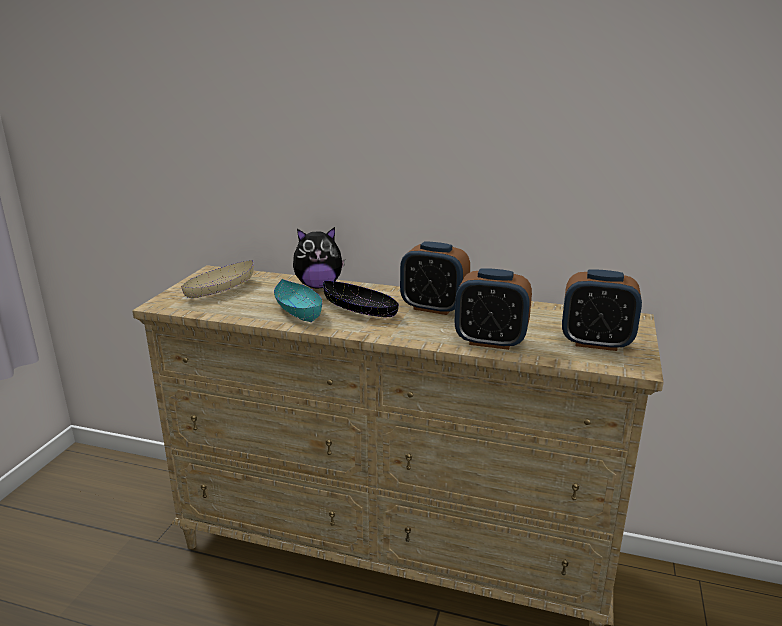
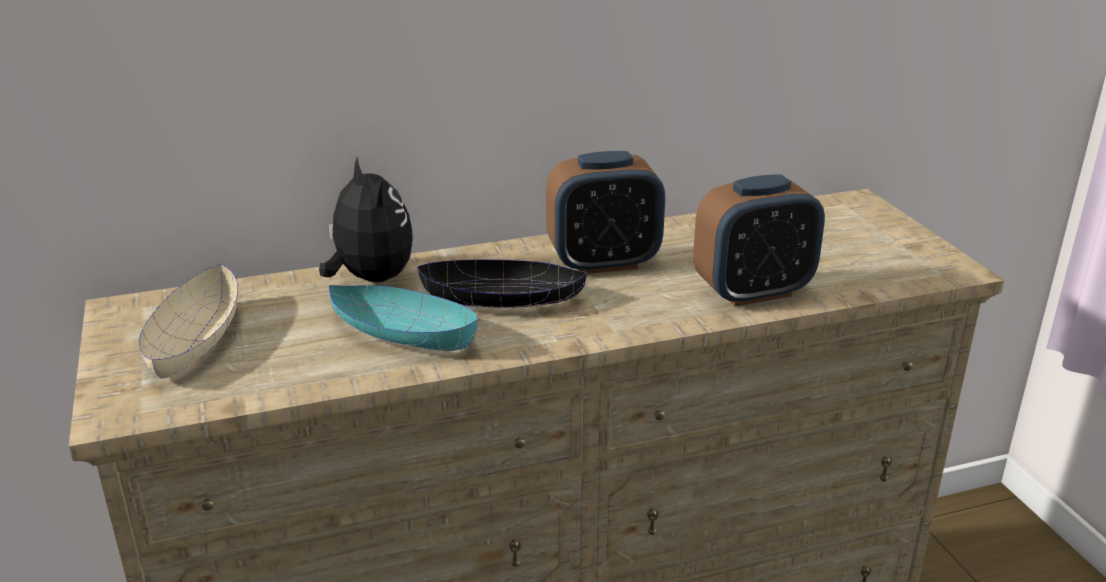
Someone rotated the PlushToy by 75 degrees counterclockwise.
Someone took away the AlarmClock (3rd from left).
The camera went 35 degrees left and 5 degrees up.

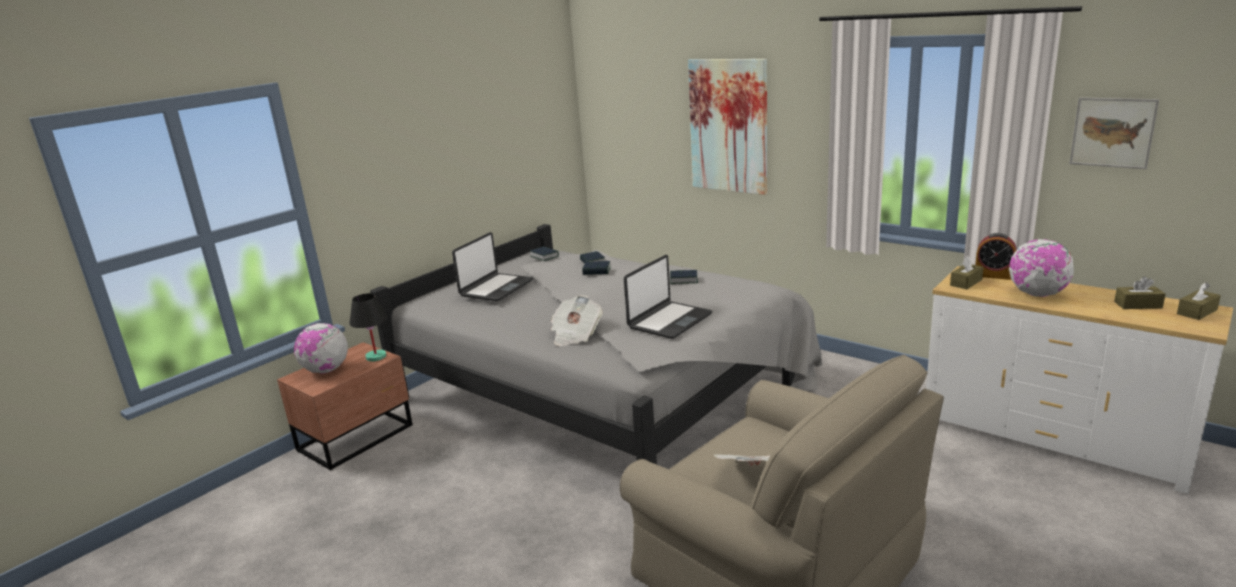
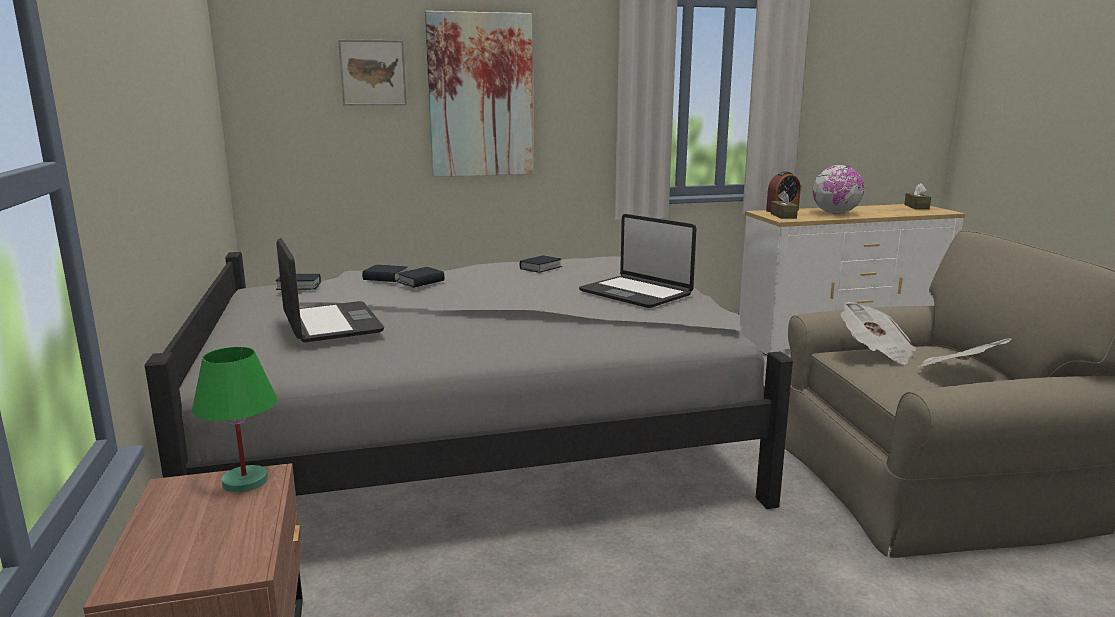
Someone took away the Globe (1st from left).
Someone repainted the BlackTableLamp, which became the GreenTableLamp.
Someone carried the Newspaper (1st from left).
Someone rotated the Laptop (2nd from left) by 150 degrees clockwise.
Someone carried the Picture (2nd from left in the first image).
Someone took away the BrownTissueBox (2nd from left).
The camera went 55 degrees left and 5 degrees down.

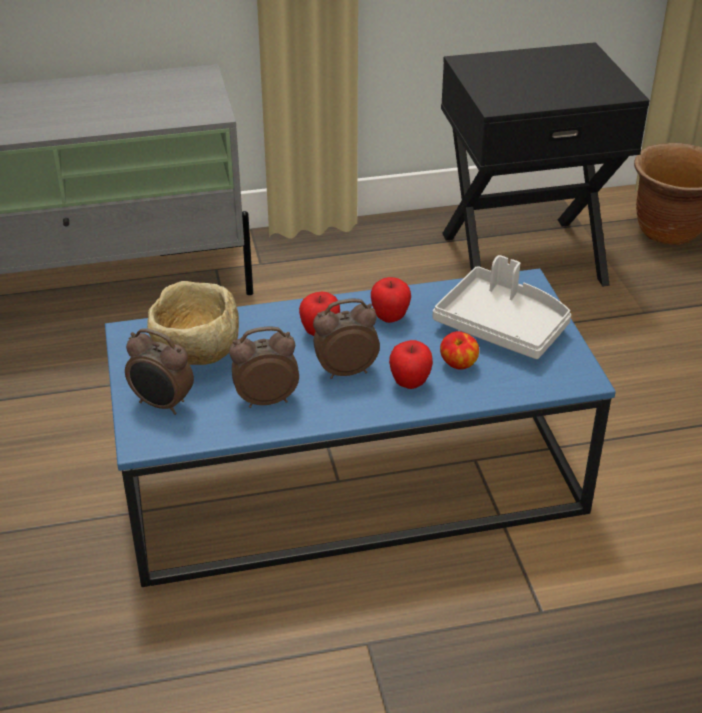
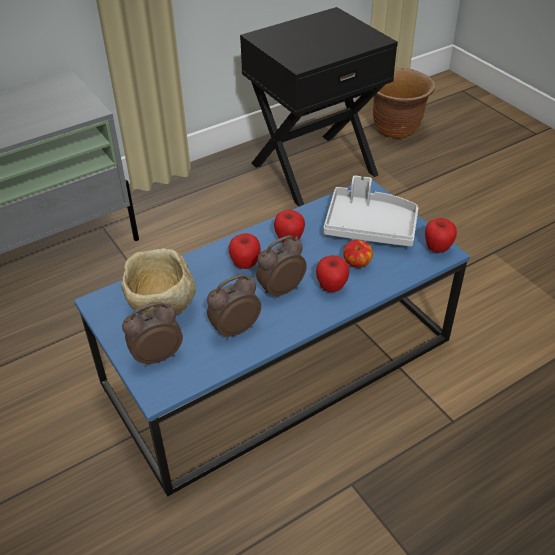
Someone rotated the AlarmClock (1st from left) by 150 degrees clockwise.
Someone put down the Apple (5th from left).
The camera went 20 degrees left and 5 degrees up.

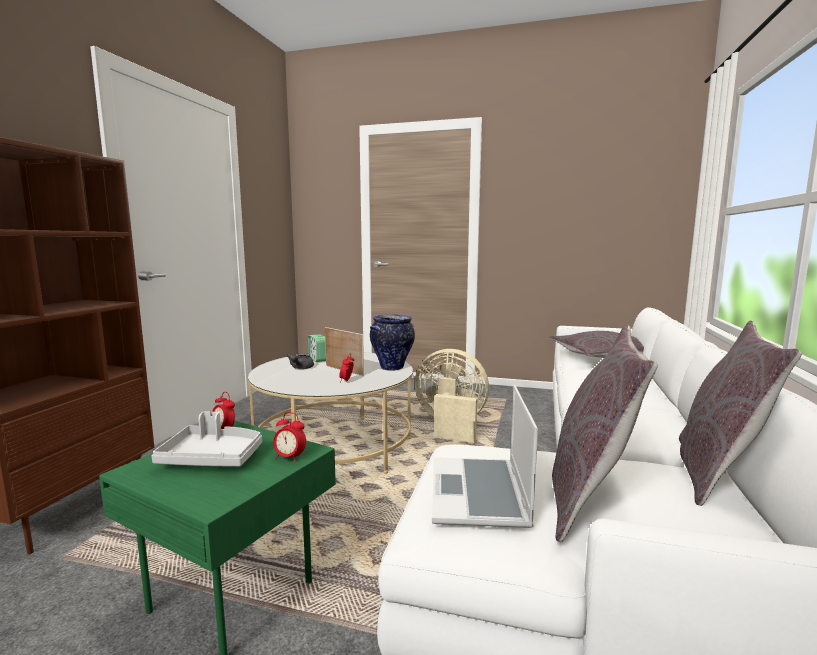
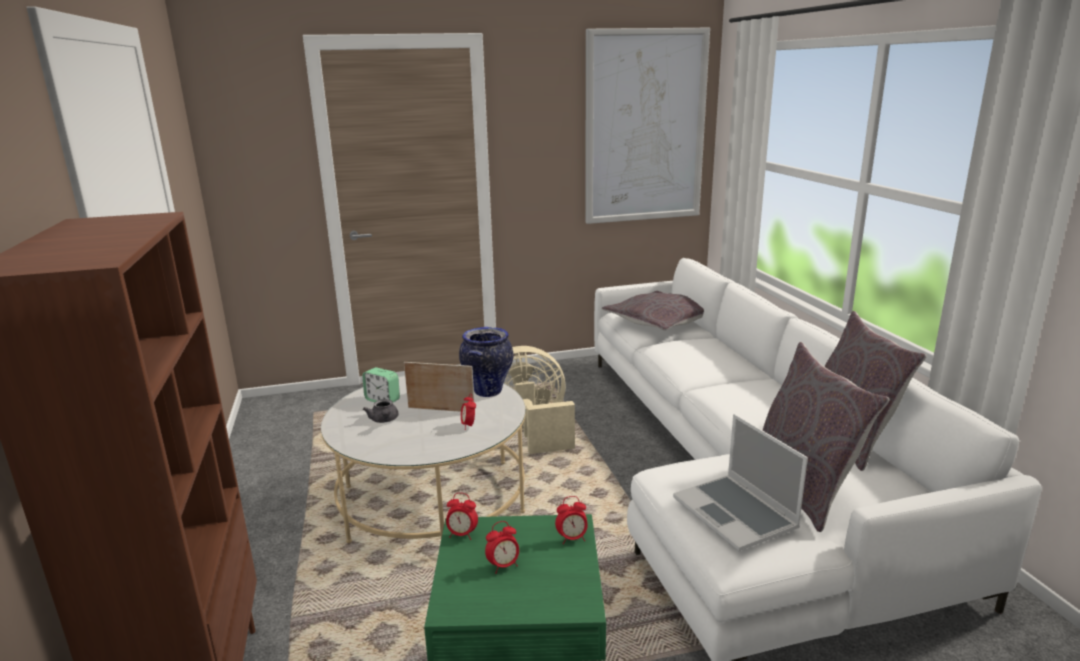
Someone swapped the GreyTray for the AlarmClock (4th from left).
Someone put up the Picture.
The camera went 30 degrees left and 10 degrees up.

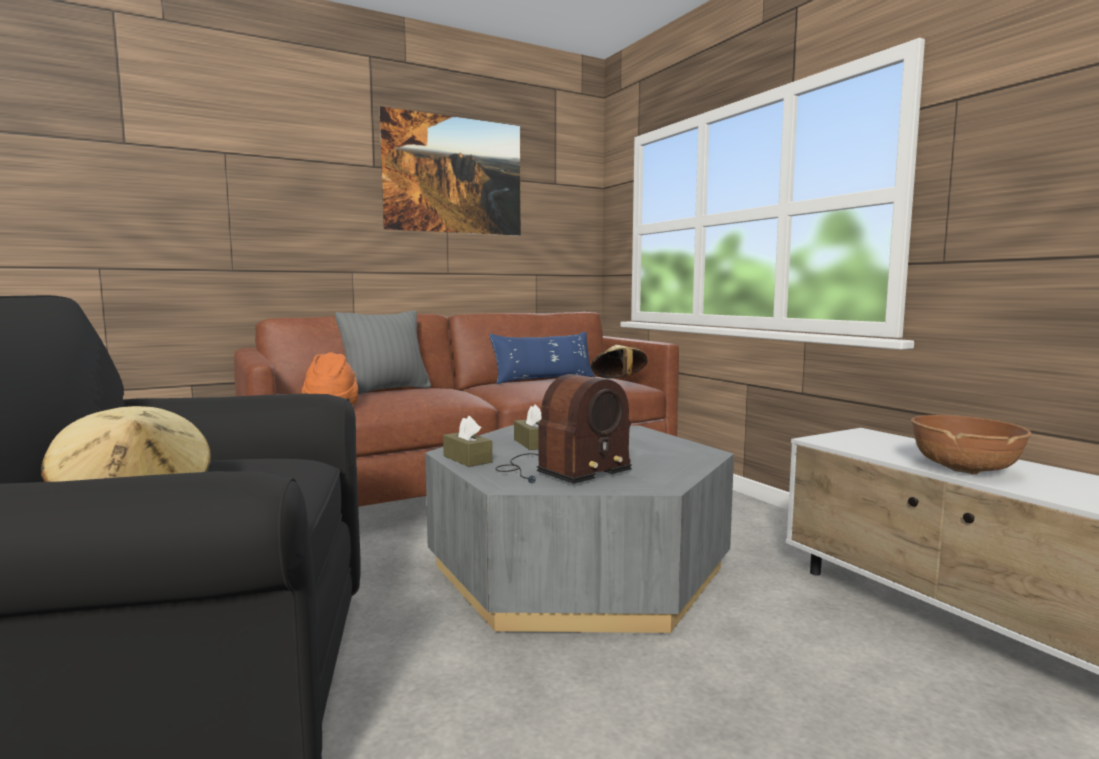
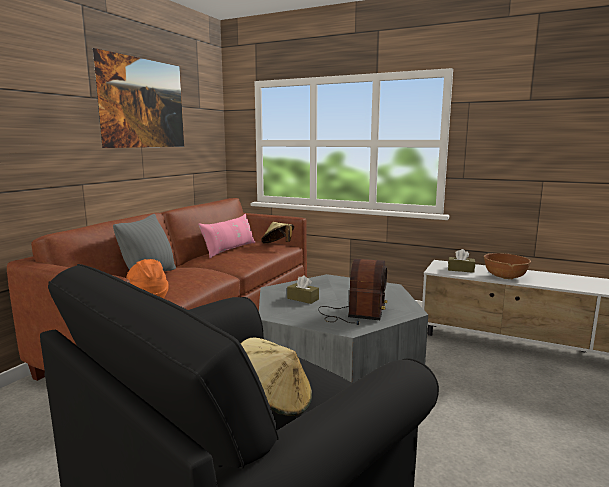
Someone carried the BrownTissueBox (1st from left in the first image).
Someone repainted the BluePillow, which became the PinkPillow.
The camera went 35 degrees left and 5 degrees up.

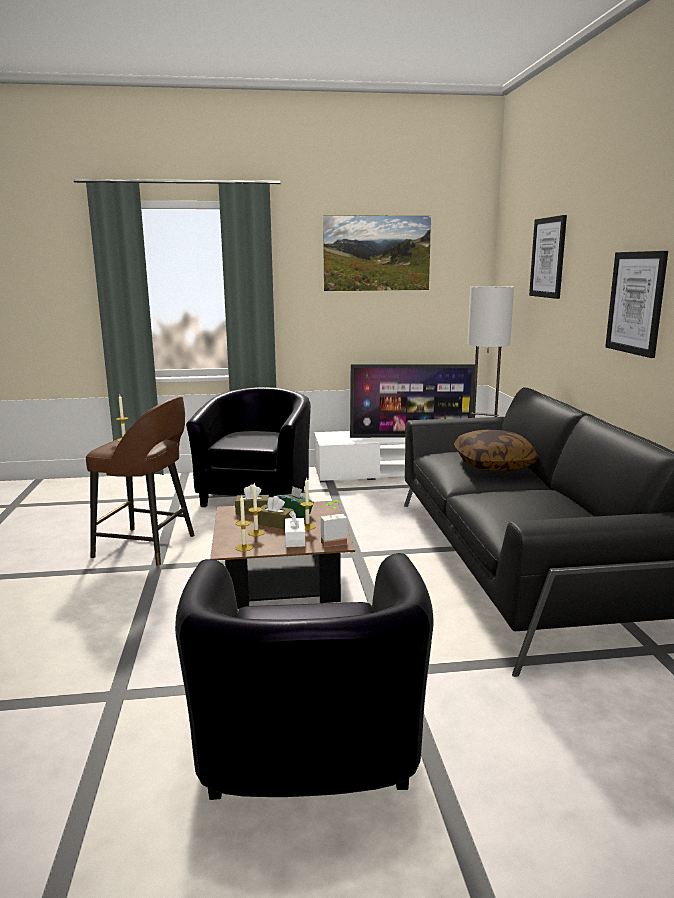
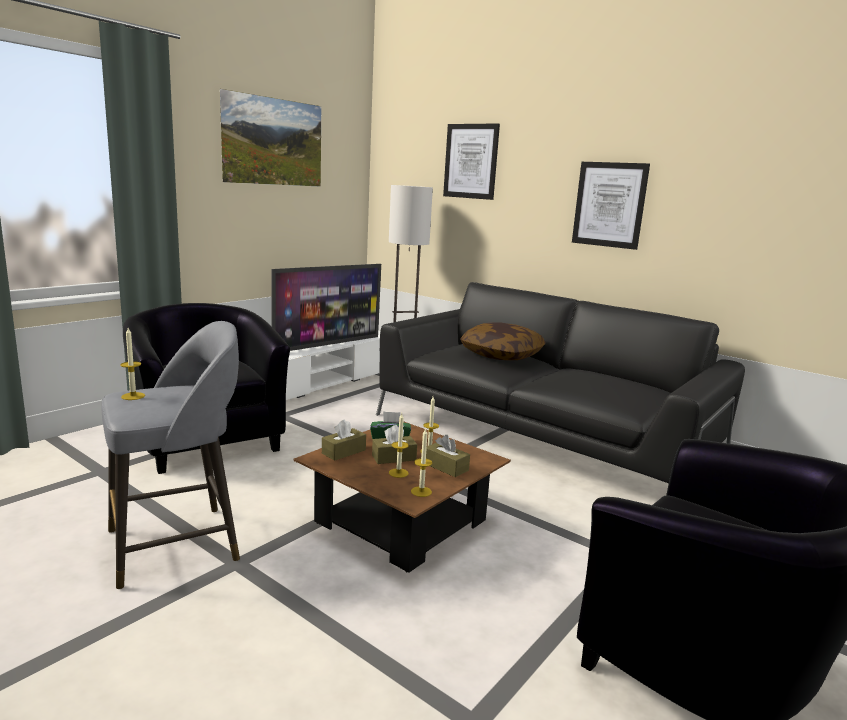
Someone repainted the BrownStool, which became the GreyStool.
Someone repainted the WhiteTissueBox, which became the BrownTissueBox (3rd from left).
Someone took away the PottedPlant.
The camera went 45 degrees left and 0 degrees up.

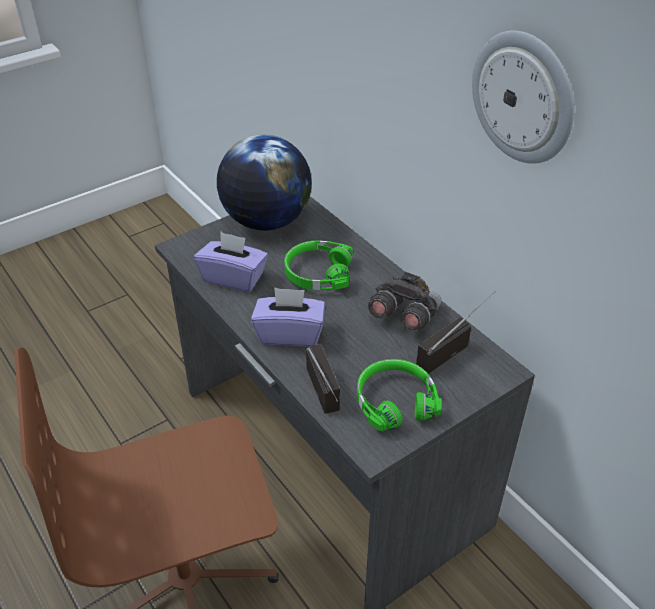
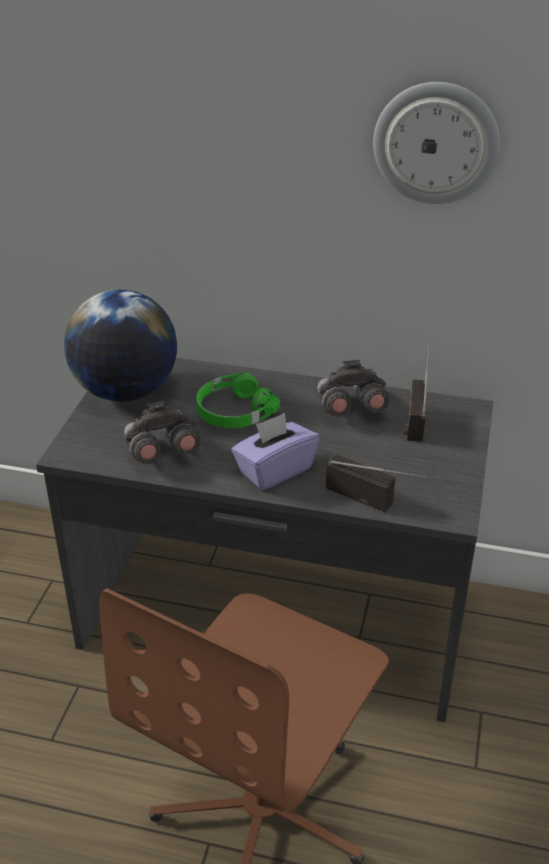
Someone swapped the PurpleTissueBox (1st from left) for the GreyBinoculars (1st from left).
Someone took away the GreenHeadphones (2nd from left).
The camera went 40 degrees left and 5 degrees down.

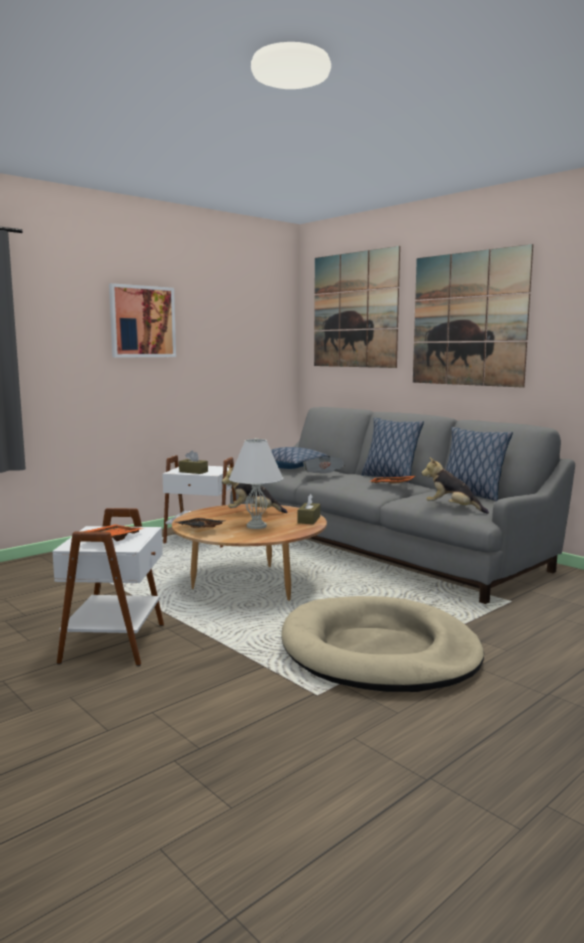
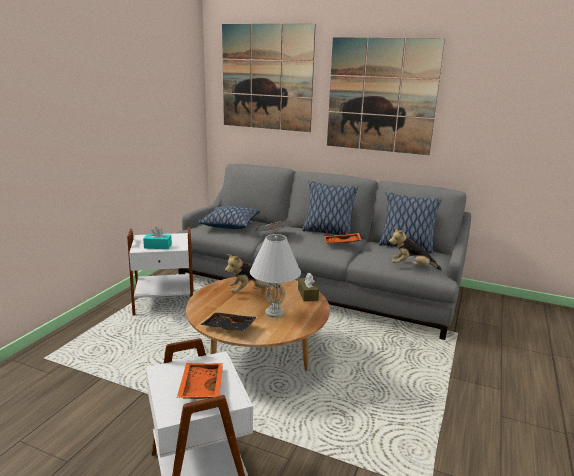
Someone took away the Picture (1st from left).
Someone repainted the BrownTissueBox (1st from left), which became the TurquoiseTissueBox.
Someone took away the BeigeDogBed.
The camera went 25 degrees left and 10 degrees up.

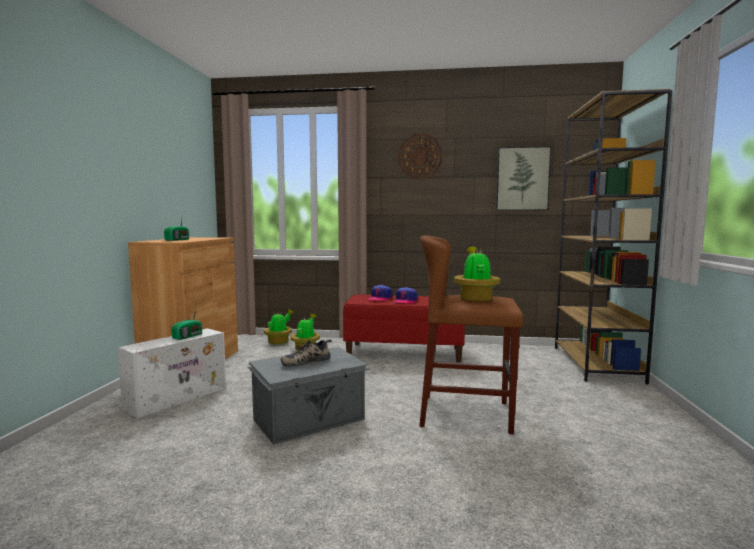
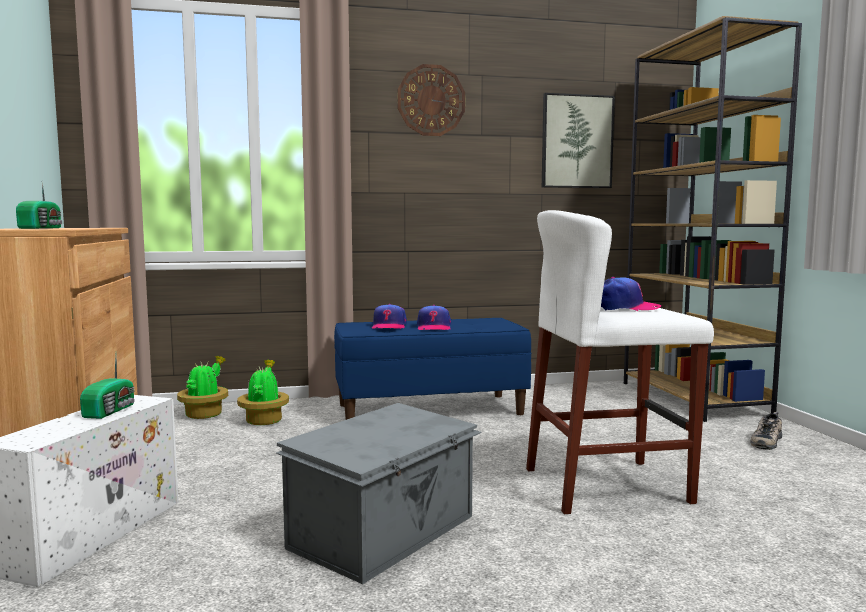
Someone carried the Shoe.
Someone repainted the RedBench, which became the BlueBench.
Someone repainted the BrownStool, which became the WhiteStool.
Someone swapped the PottedPlant (3rd from left) for the Cap (3rd from left).
The camera went 20 degrees left and 0 degrees up.

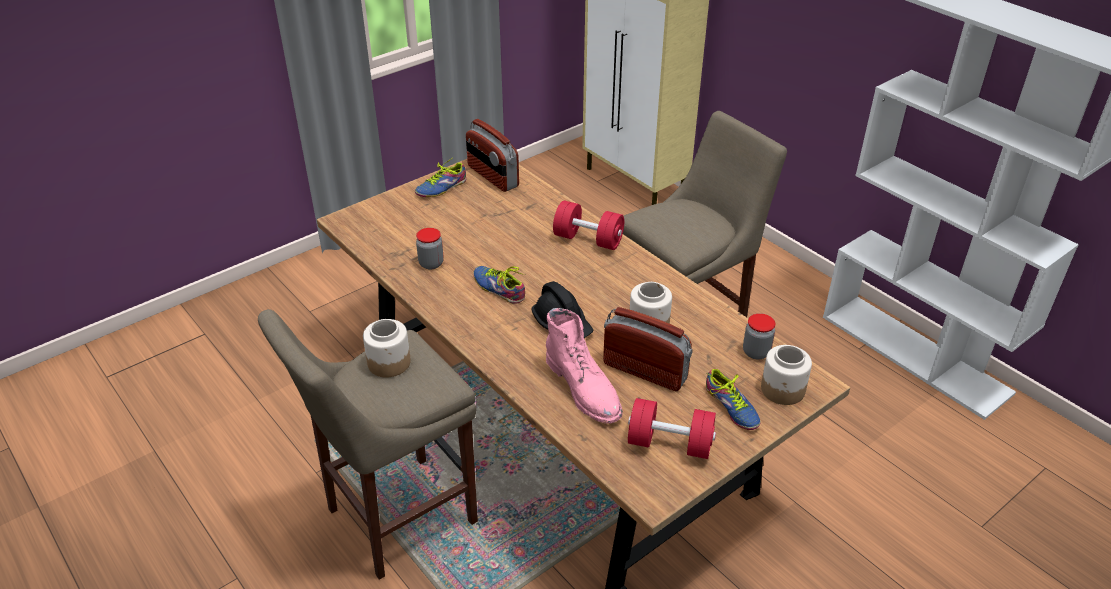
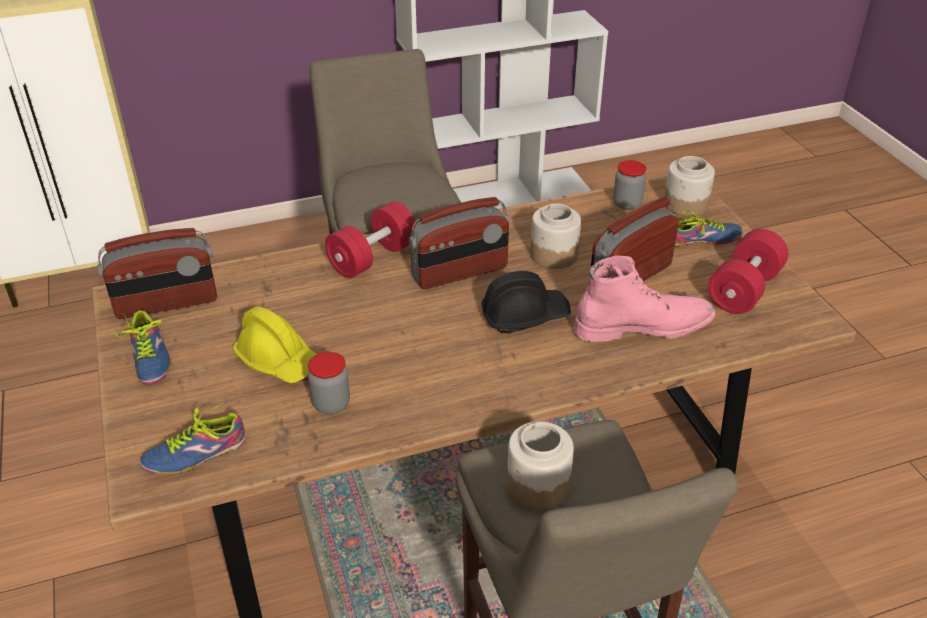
Someone carried the Shoe (2nd from left).
Someone put down the YellowHardHat.
Someone put down the Radio (2nd from left).
The camera went 70 degrees left and 0 degrees up.

